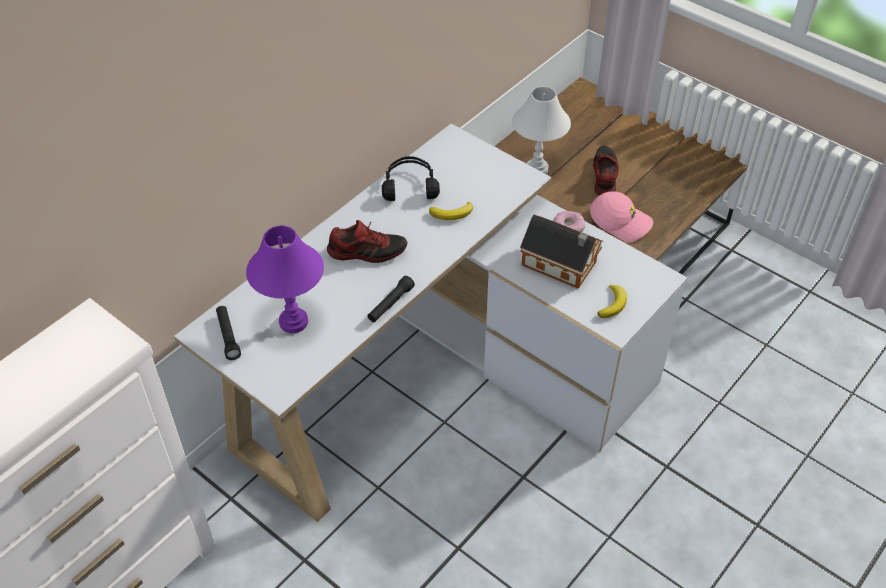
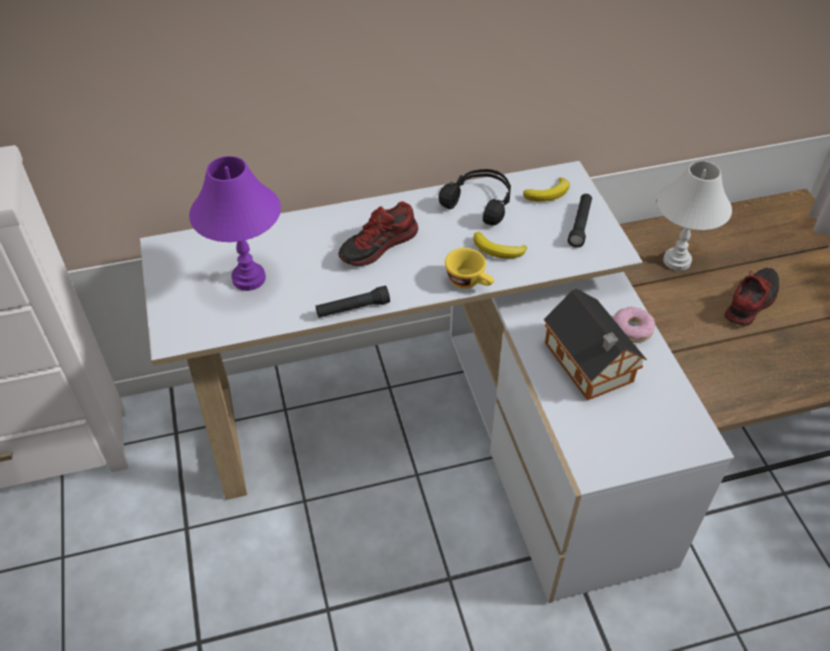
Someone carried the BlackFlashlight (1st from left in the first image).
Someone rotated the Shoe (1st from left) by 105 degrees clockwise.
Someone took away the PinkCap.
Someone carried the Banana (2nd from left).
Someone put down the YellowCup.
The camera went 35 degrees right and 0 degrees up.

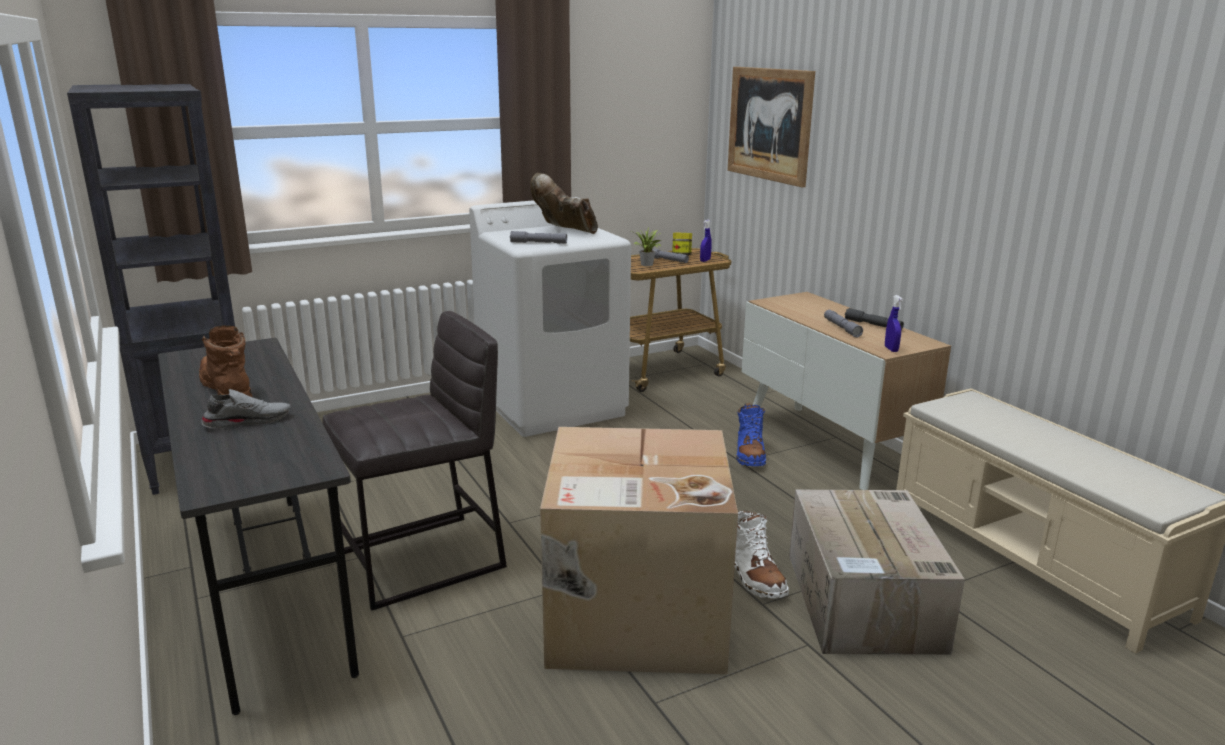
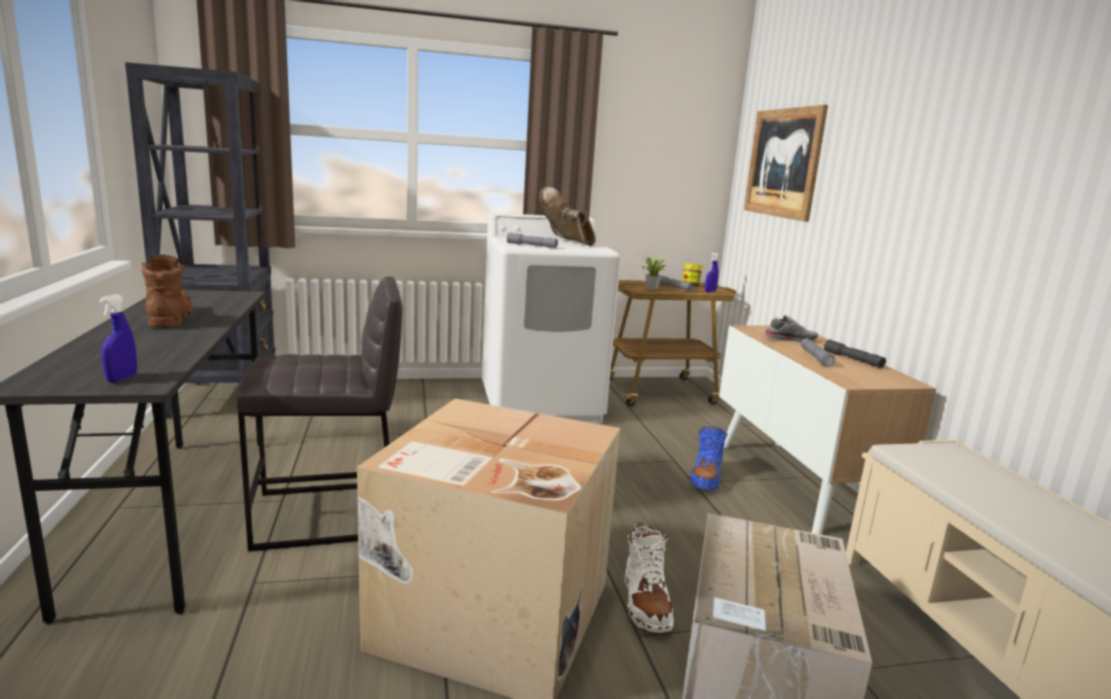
Someone carried the GreyShoe.
Someone carried the BlueSprayBottle (2nd from left in the first image).
The camera went 15 degrees right and 5 degrees down.

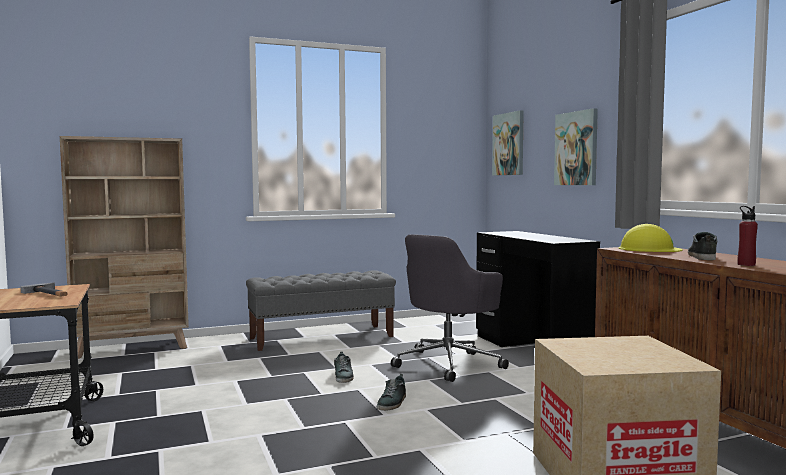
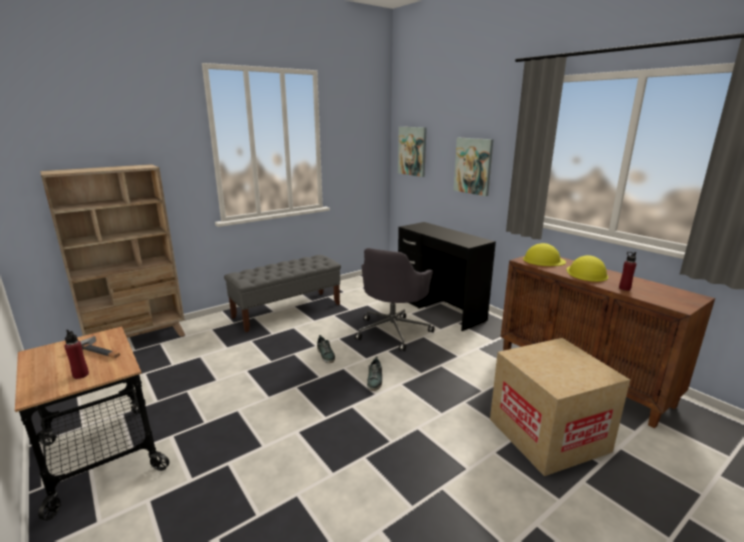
Someone swapped the Shoe (3rd from left) for the YellowHardHat (2nd from left).
Someone put down the RedBottle (1st from left).
The camera went 15 degrees left and 15 degrees up.

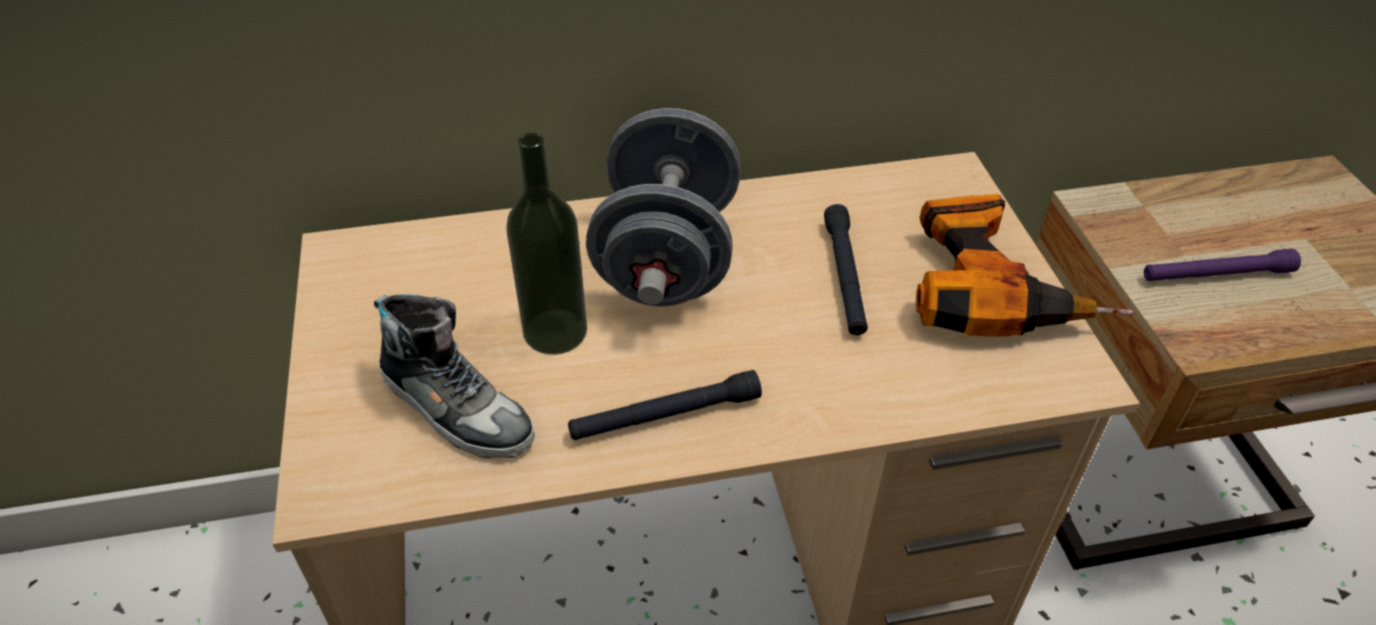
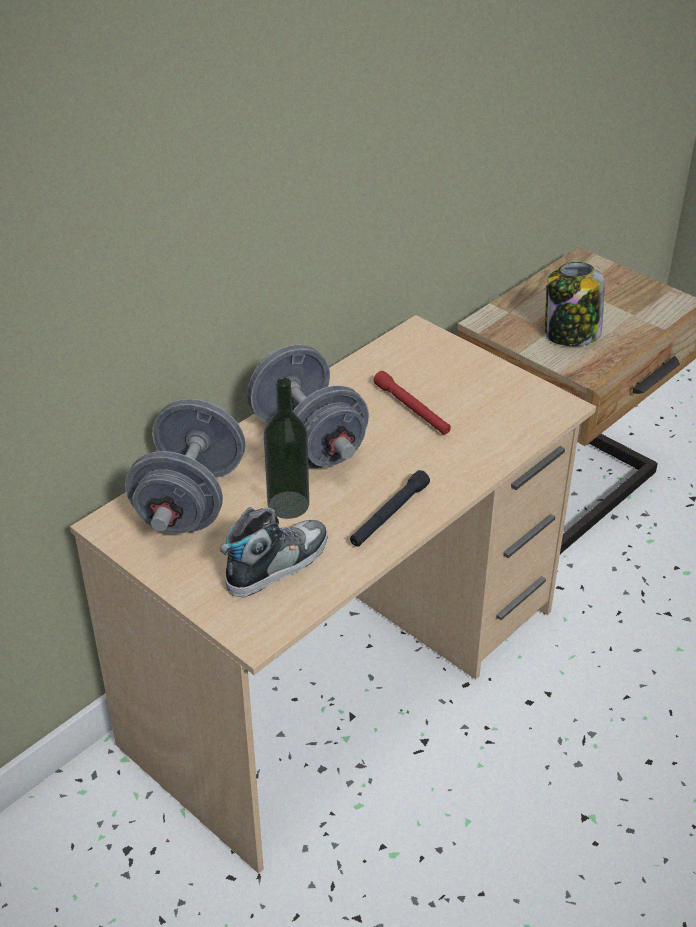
Someone rotated the Shoe by 45 degrees counterclockwise.
Someone repainted the BlackFlashlight (2nd from left), which became the RedFlashlight.
Someone took away the PowerDrill.
Someone swapped the PurpleFlashlight for the Jar.
Someone put down the GreyDumbbell (1st from left).
The camera went 35 degrees left and 5 degrees down.

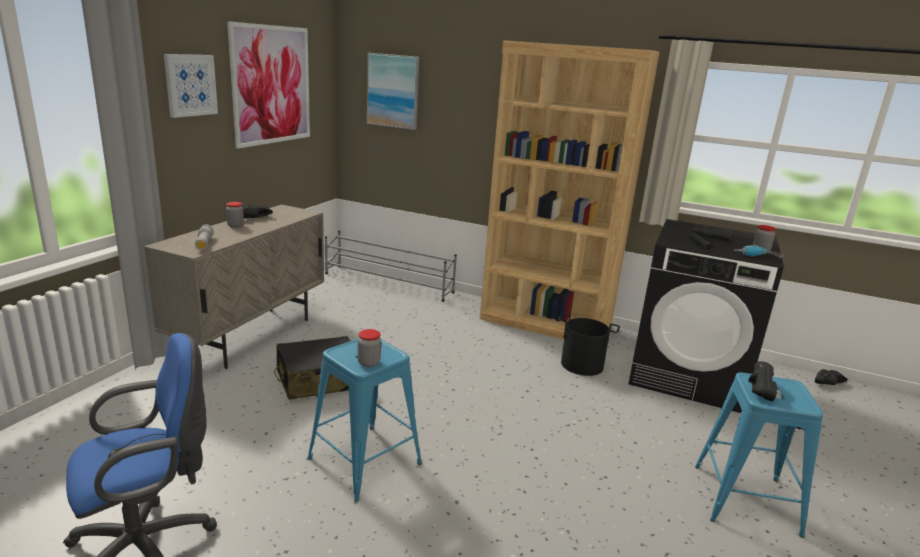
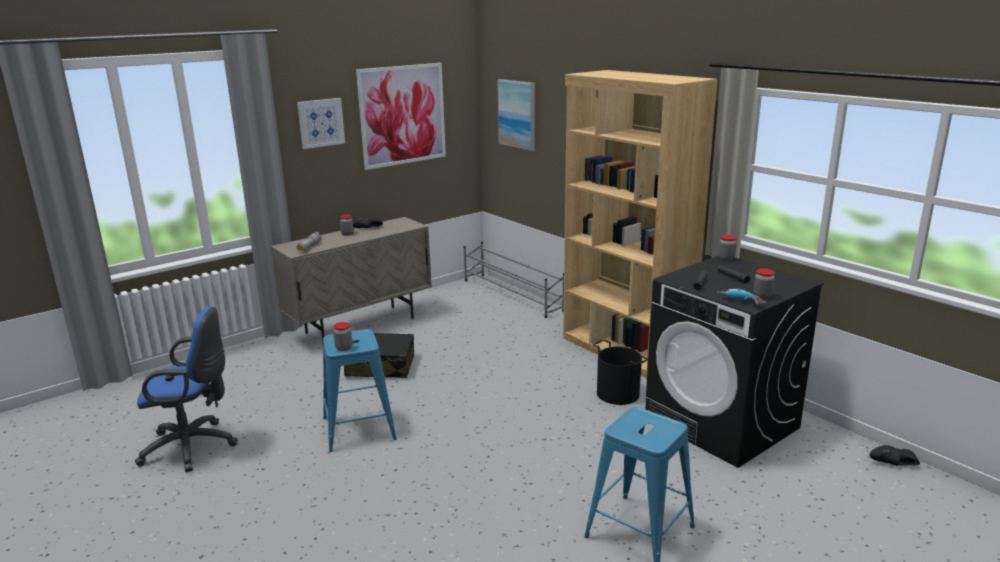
Someone took away the BlackShoe (2nd from left).
Someone put down the Jar (3rd from left).
The camera went 30 degrees right and 0 degrees up.

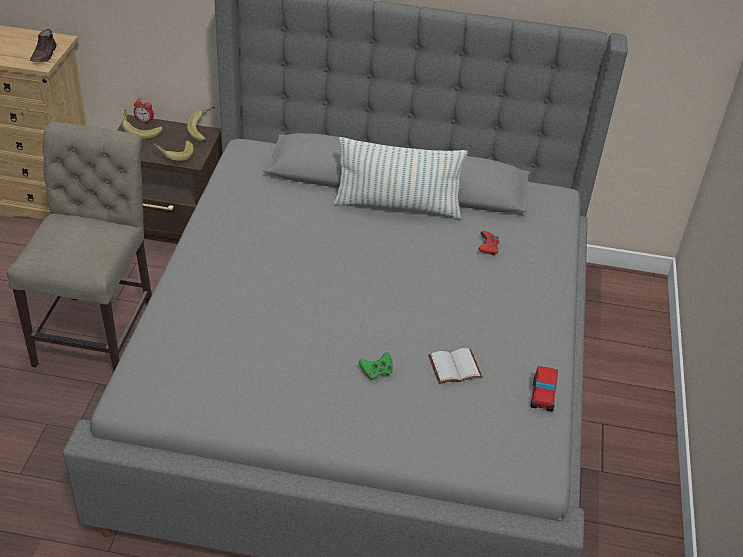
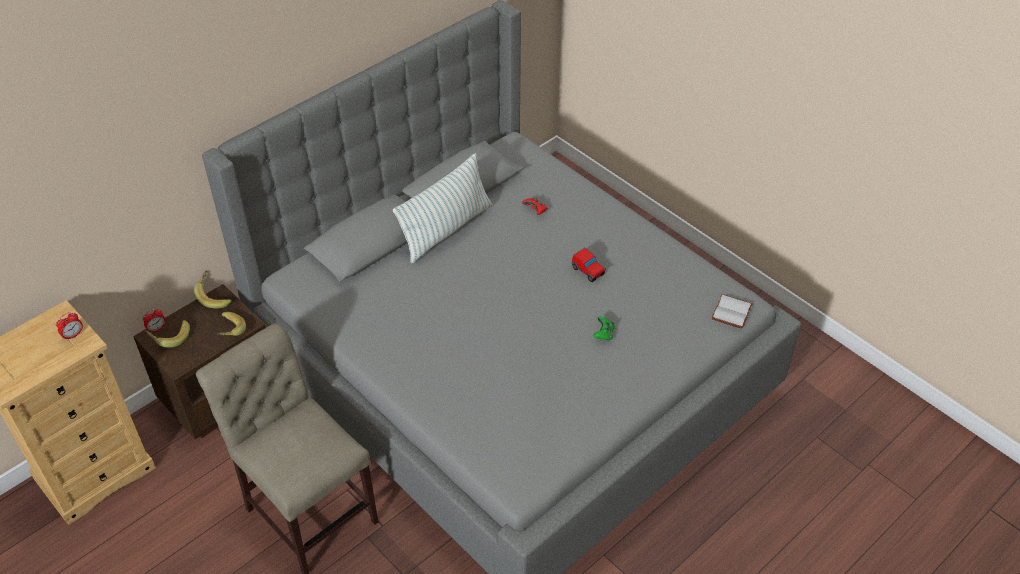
Someone swapped the BrownShoe for the AlarmClock (1st from left).
Someone carried the WhiteBook.
Someone carried the ToyCar.
The camera went 50 degrees left and 5 degrees up.

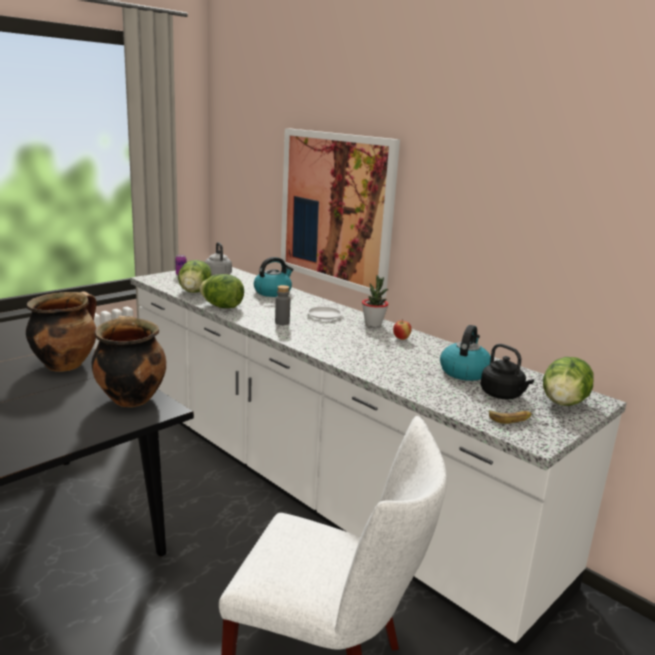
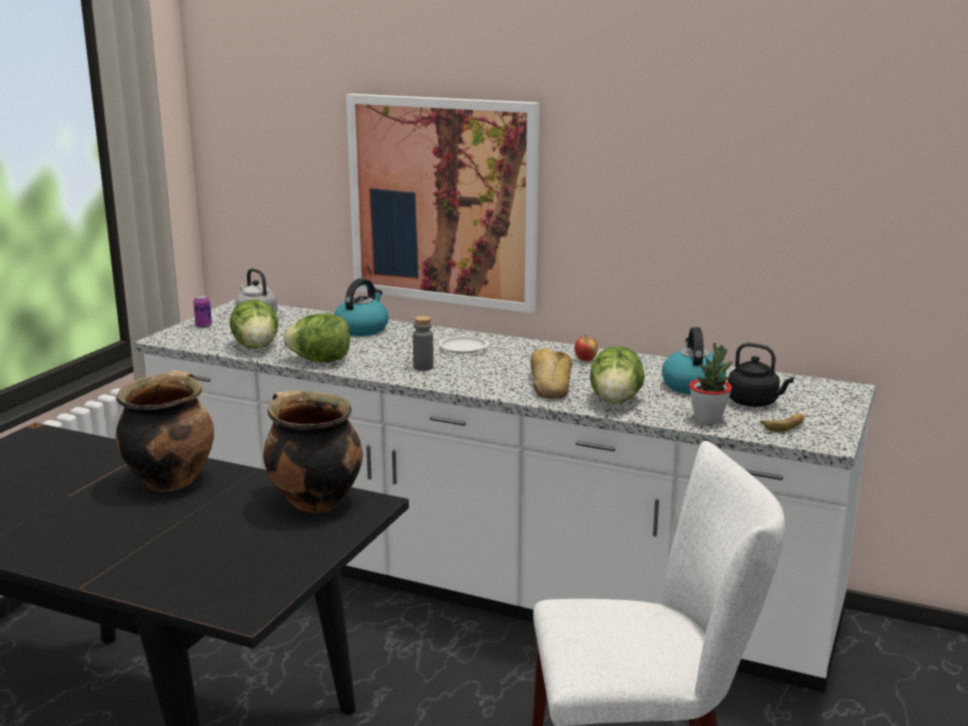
Someone carried the PottedPlant.
Someone carried the Lettuce (3rd from left).
Someone put down the Bread.
The camera went 20 degrees left and 0 degrees up.

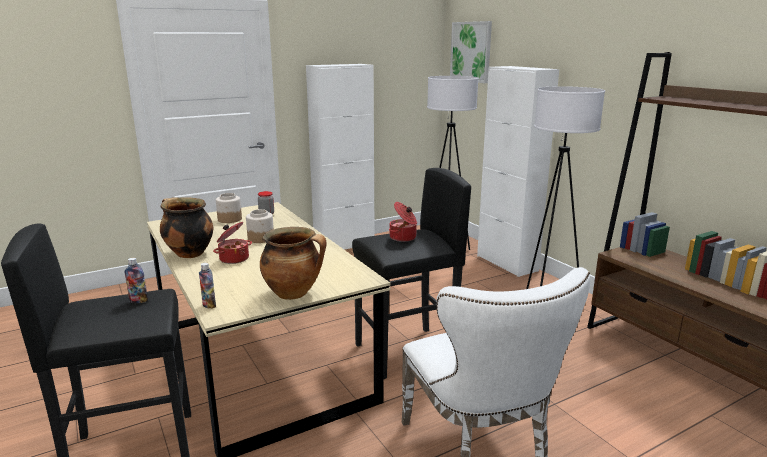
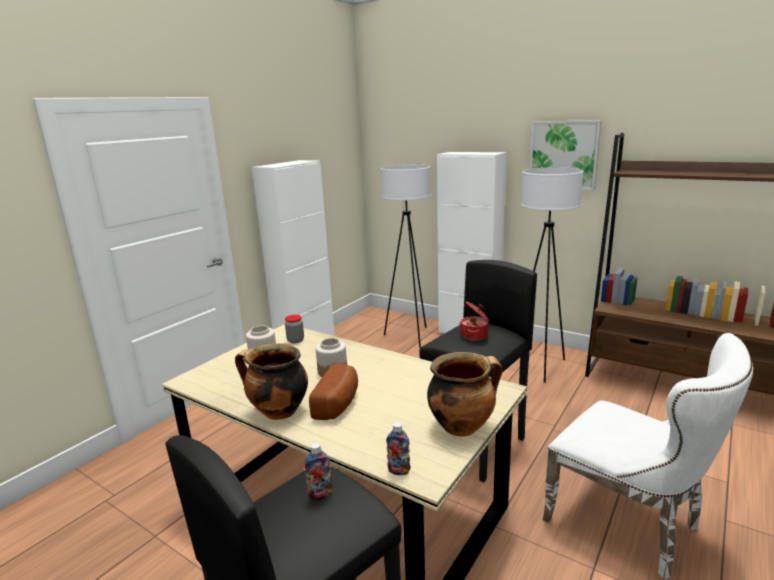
Someone swapped the CookingPot (2nd from left) for the Bread.
Someone carried the Picture.
The camera went 25 degrees left and 0 degrees up.

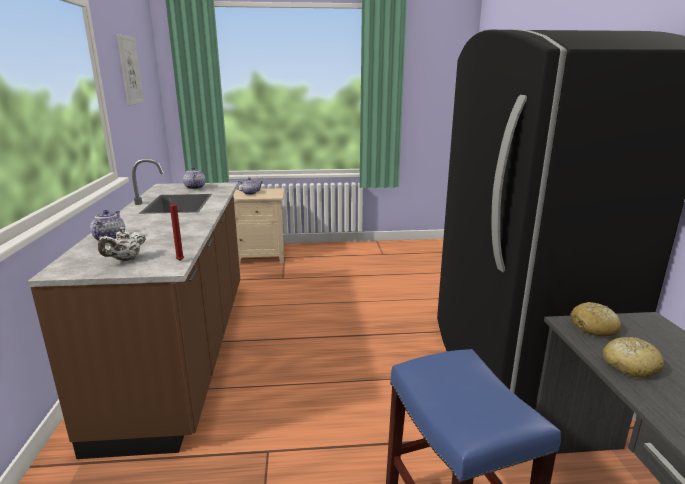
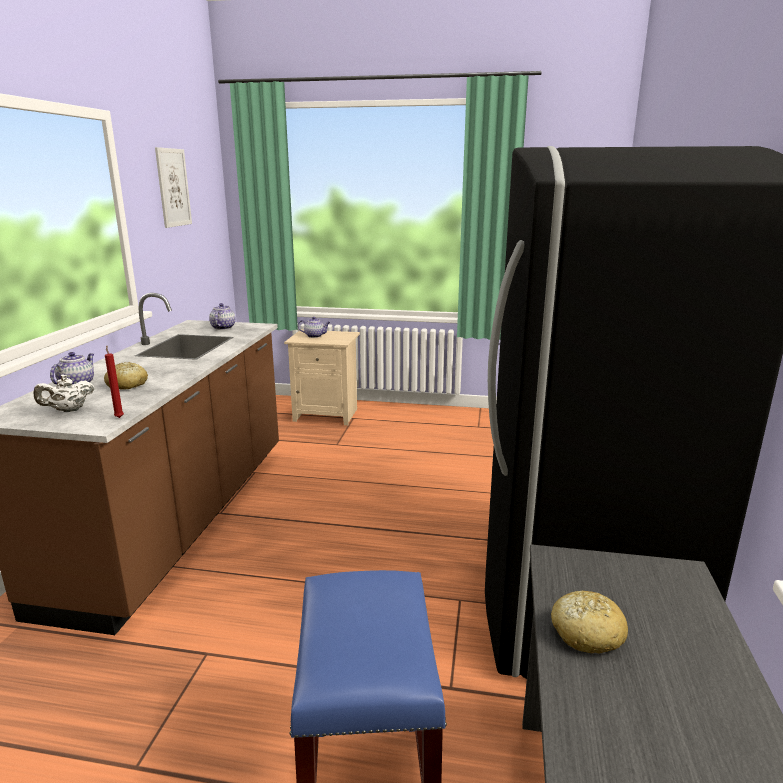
Someone carried the Bread (1st from left).
The camera went 15 degrees right and 0 degrees up.

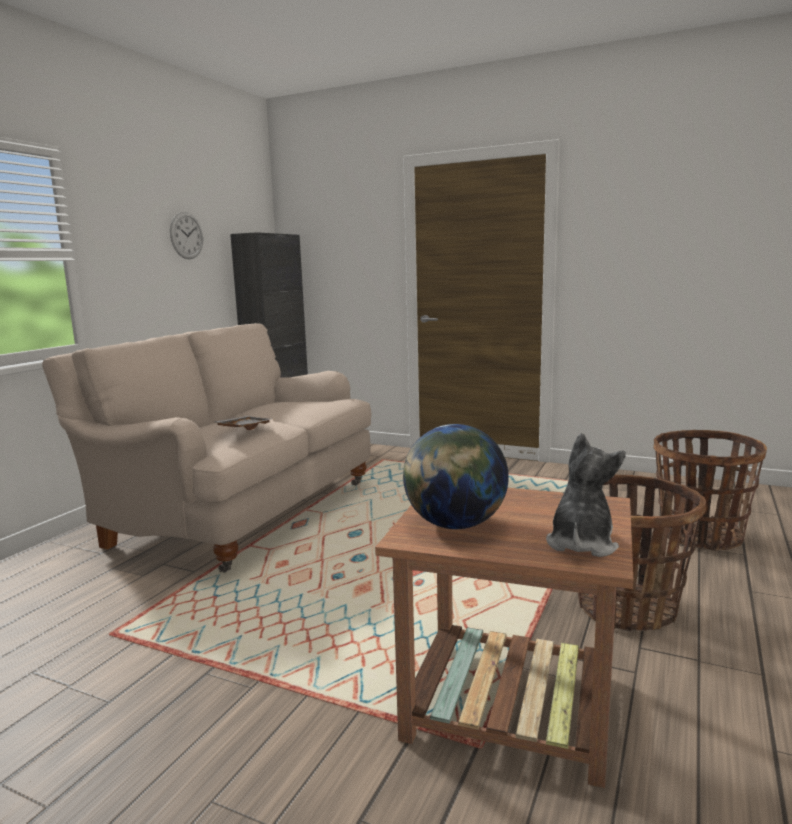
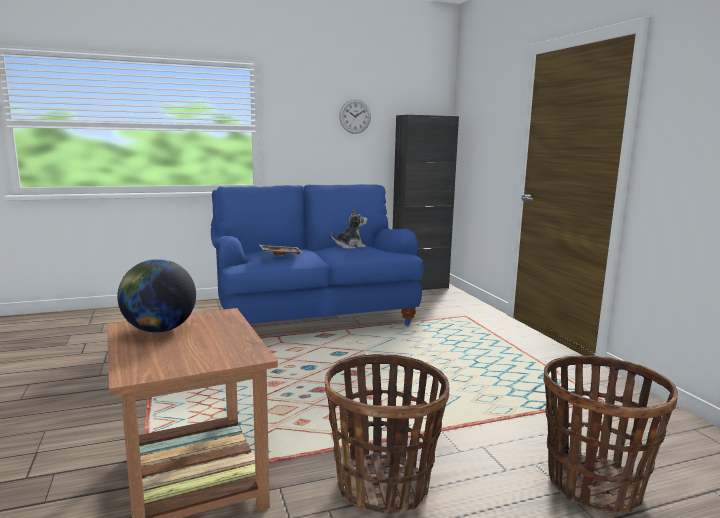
Someone repainted the BeigeSofa, which became the BlueSofa.
Someone carried the PlushToy.
The camera went 45 degrees right and 0 degrees up.

